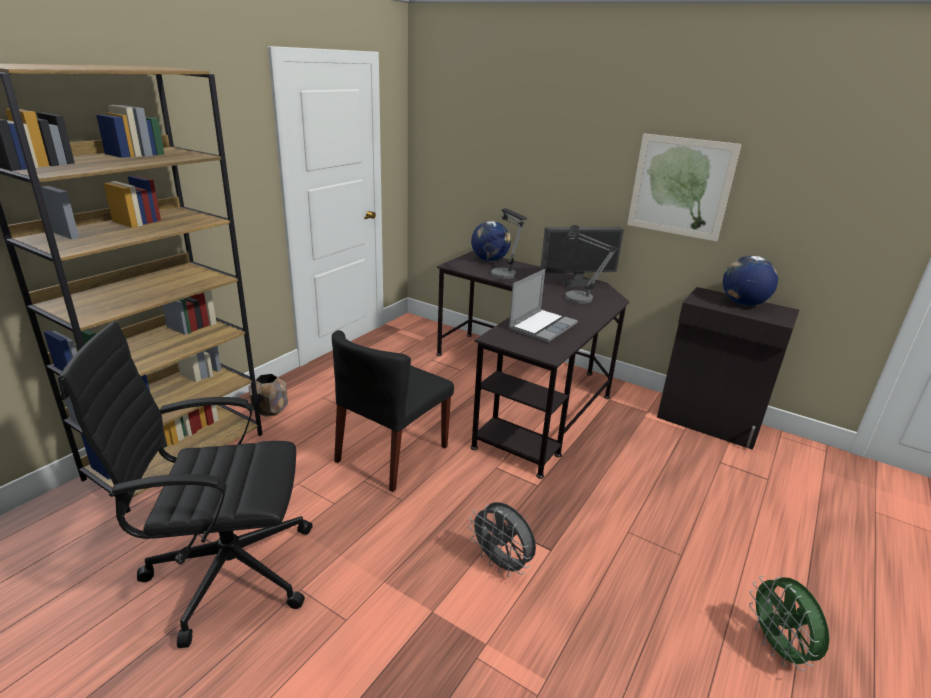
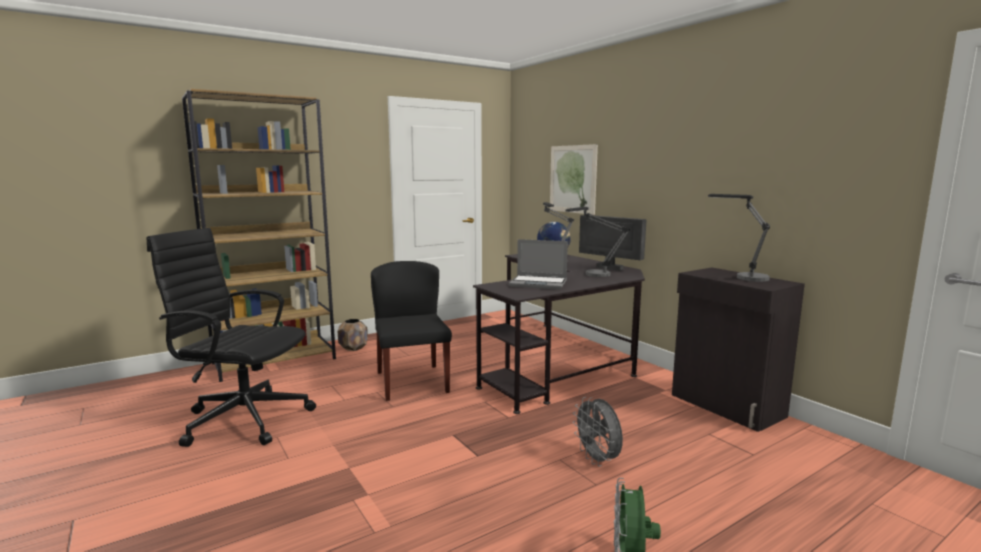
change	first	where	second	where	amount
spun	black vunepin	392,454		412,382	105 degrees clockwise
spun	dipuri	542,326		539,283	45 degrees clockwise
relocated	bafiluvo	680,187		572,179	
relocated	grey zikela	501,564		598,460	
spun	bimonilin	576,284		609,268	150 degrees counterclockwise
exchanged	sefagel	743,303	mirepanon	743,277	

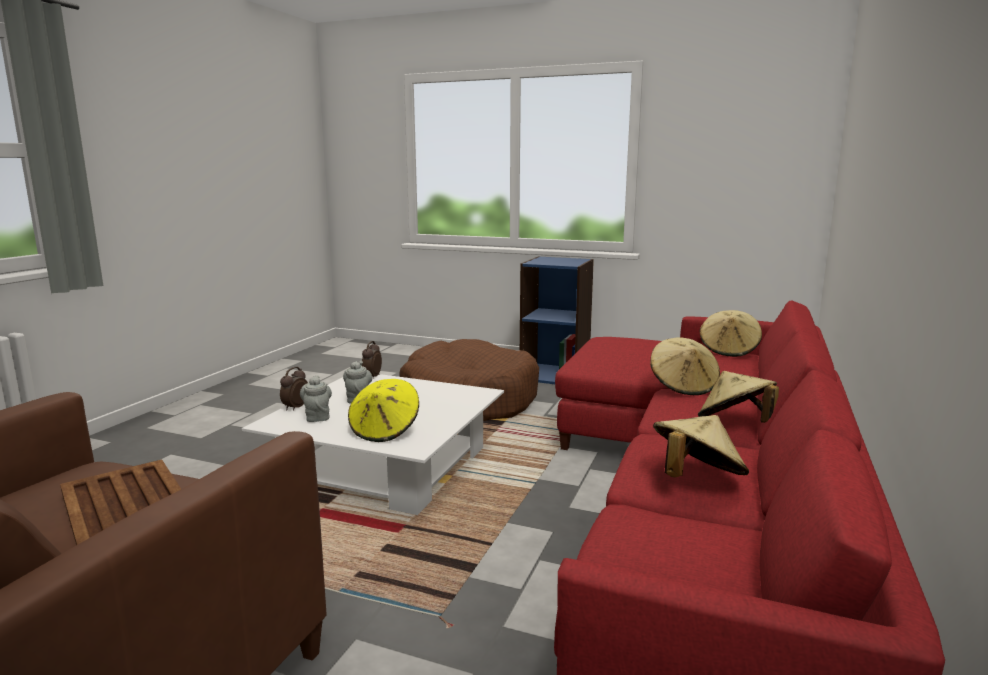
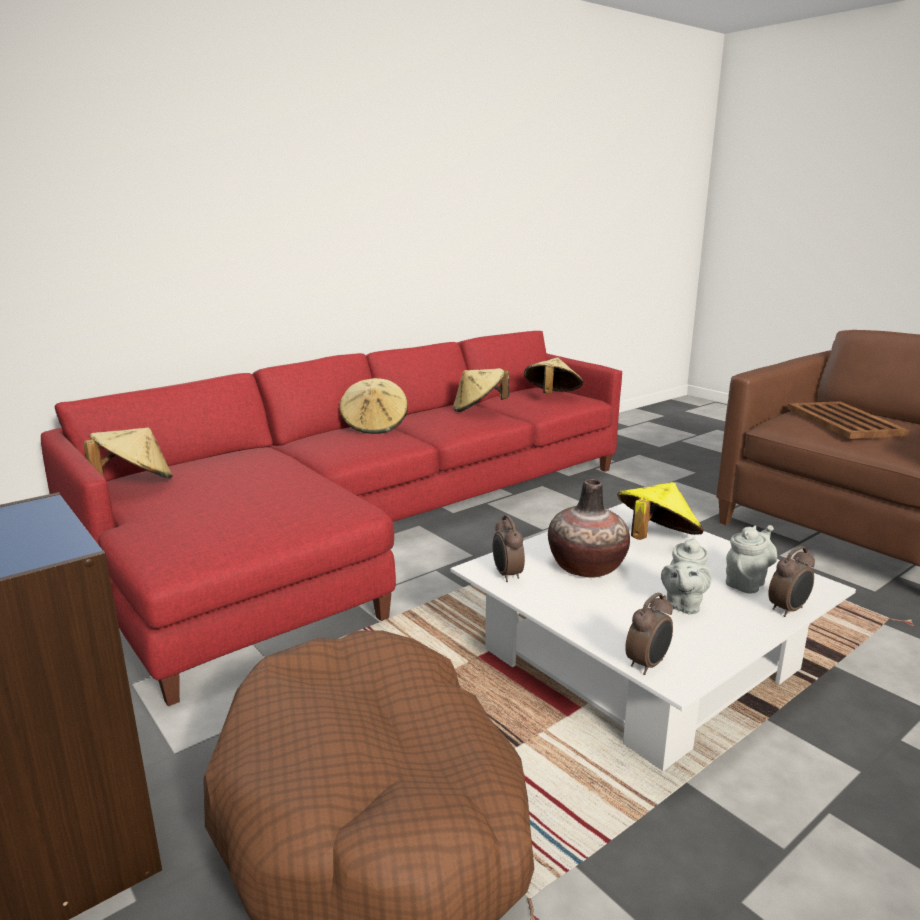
change	first	where	second	where	amount
appeared			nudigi	506,575	
relocated	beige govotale	683,386		551,396	
appeared			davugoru	586,567	
spun	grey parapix	317,416		747,582	150 degrees counterclockwise

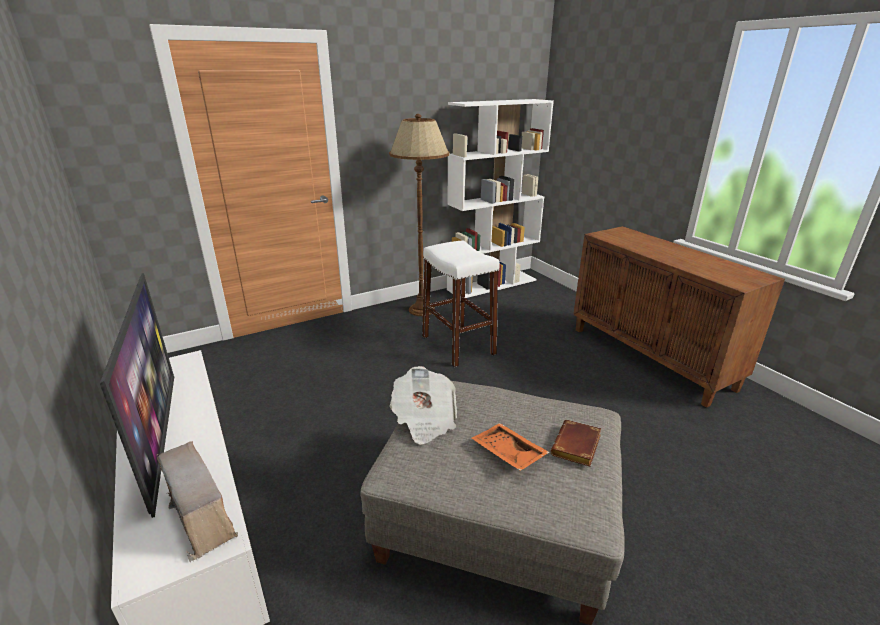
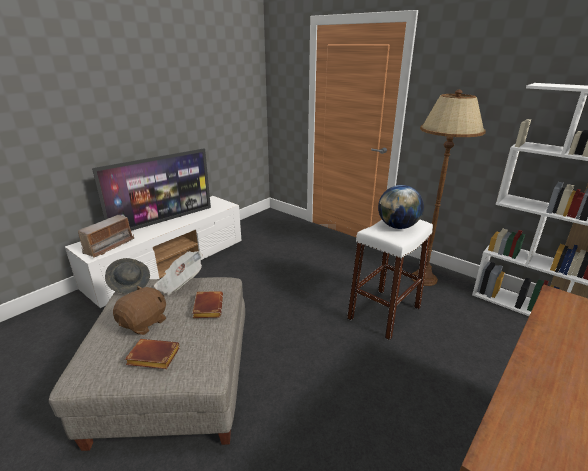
change	first	where	second	where	amount
appeared			grey govotale	130,283	
exchanged	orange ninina	507,453	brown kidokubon	144,323	
appeared			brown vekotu	207,307	
appeared			sefagel	398,226	

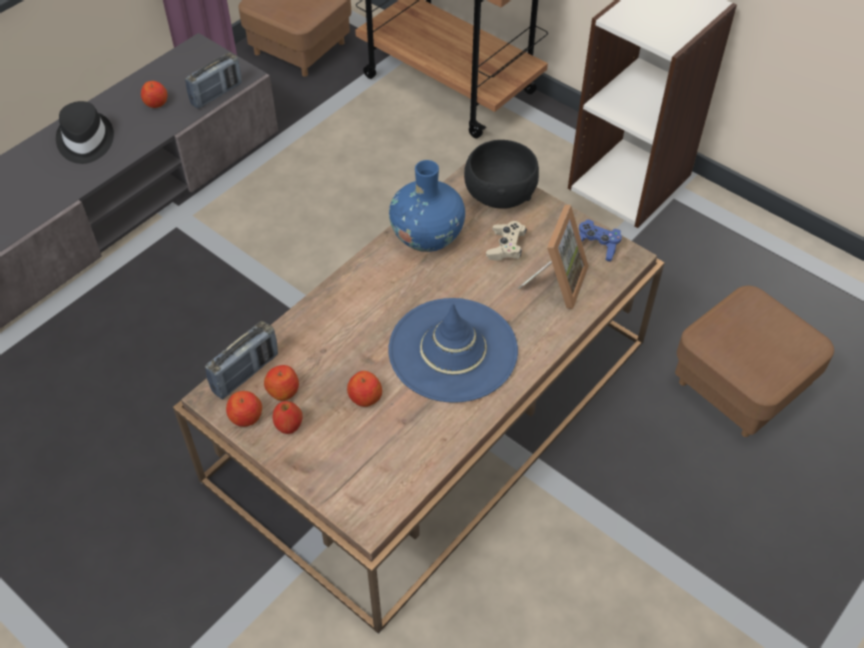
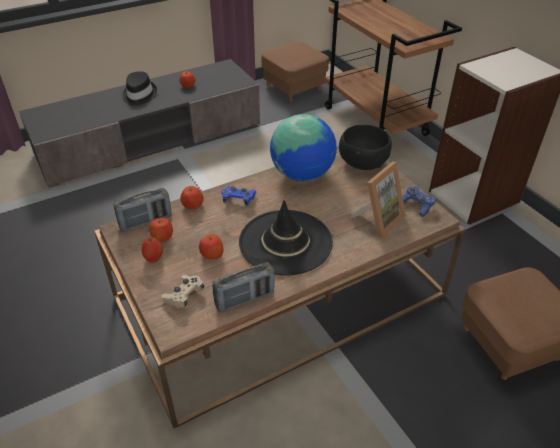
change	first	where	second	where	amount
relocated	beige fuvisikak	506,247		184,296	
relocated	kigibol	246,417		192,205	
relocated	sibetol	216,94		244,299	
appeared			blue fuvisikak	238,200	
colour	blue govotale	453,350	black govotale	285,242	
exchanged	blue davugoru	427,236	sefagel	302,175	

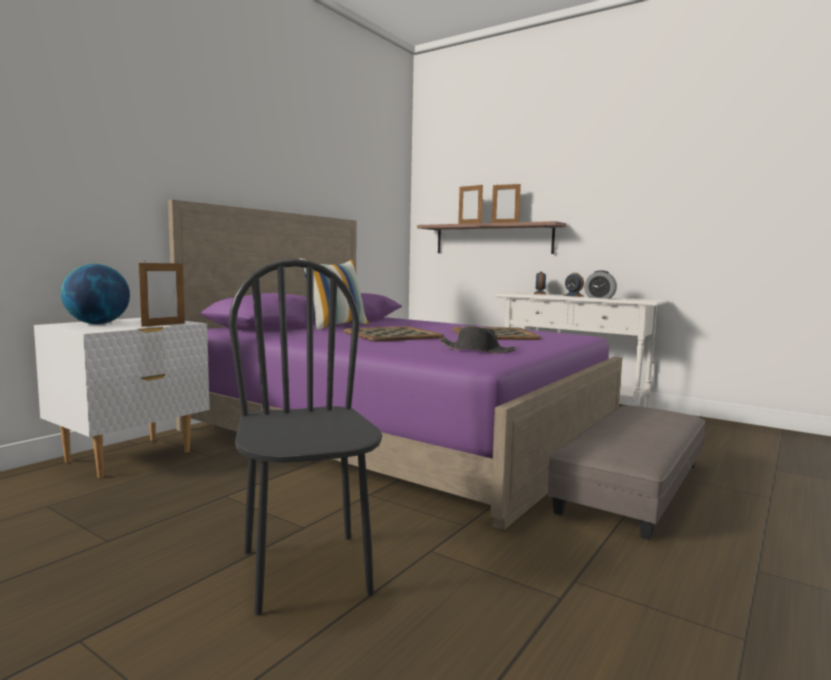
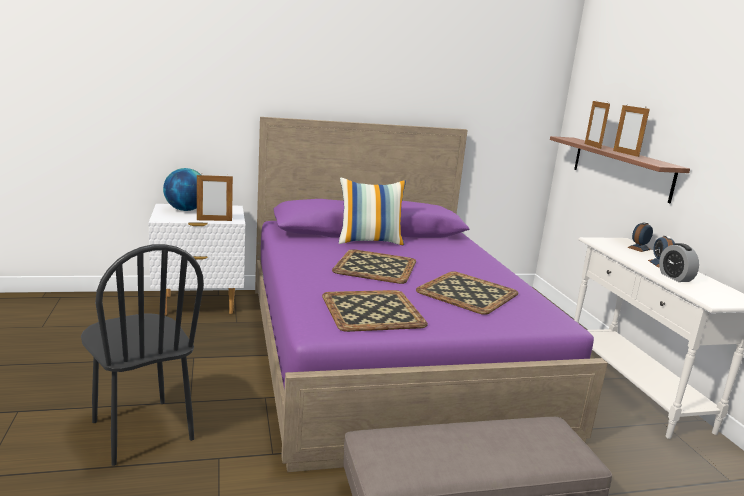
change	first	where	second	where	amount
spun	black vunepin	307,571		141,431	120 degrees clockwise
exchanged	black govotale	477,350	ninina	372,311	

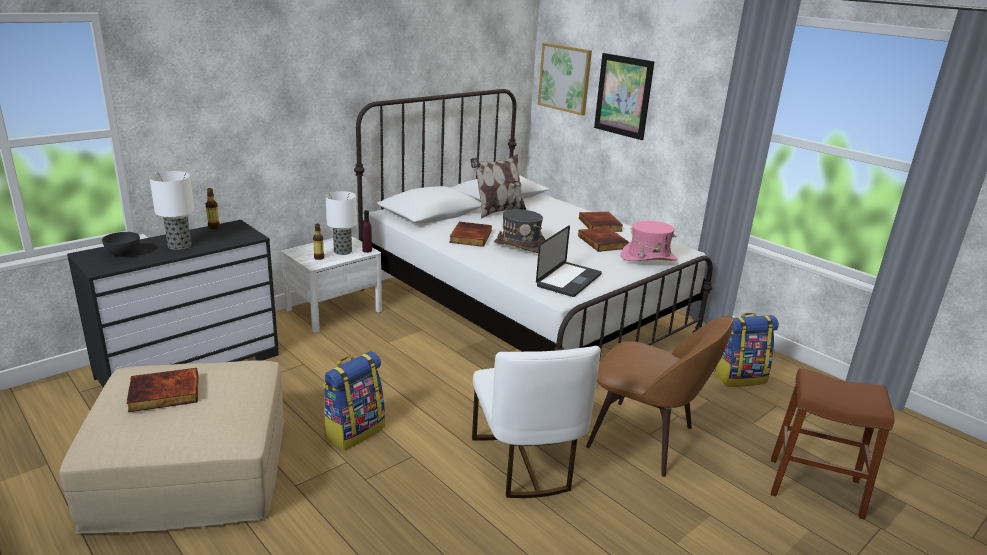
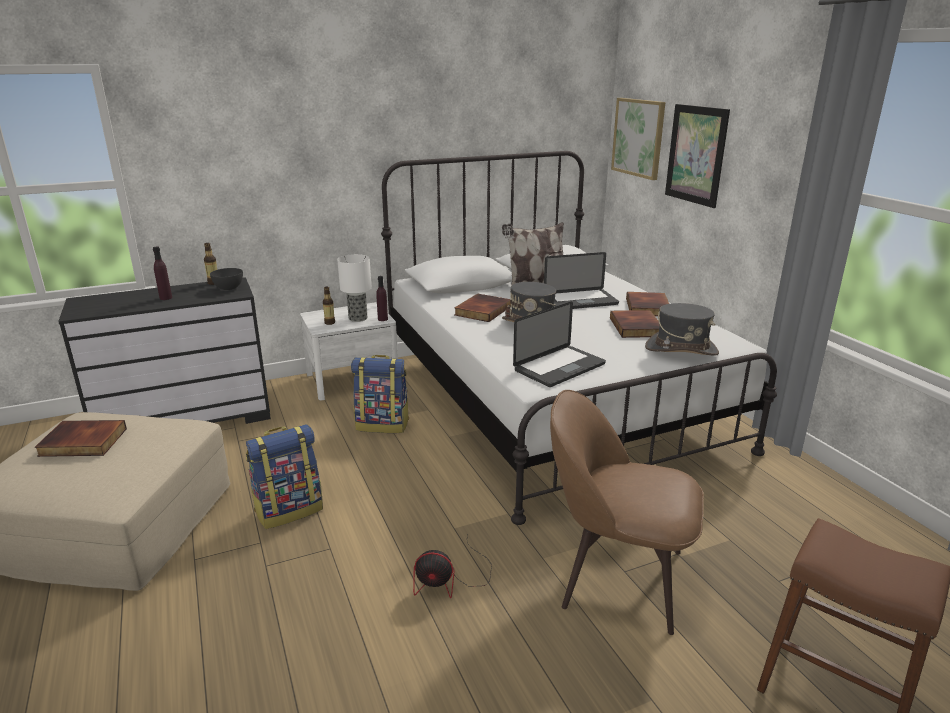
change	first	where	second	where	amount
exchanged	mirepanon	180,246	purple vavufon	166,298	
relocated	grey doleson	123,254		228,288	
relocated	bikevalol	739,377		383,424	
exchanged	white vunepin	526,463	zikela	450,580	
appeared			dipuri	580,301	
spun	brown vunepin	645,439		616,576	150 degrees clockwise
colour	pink govotale	648,258	grey govotale	681,349	

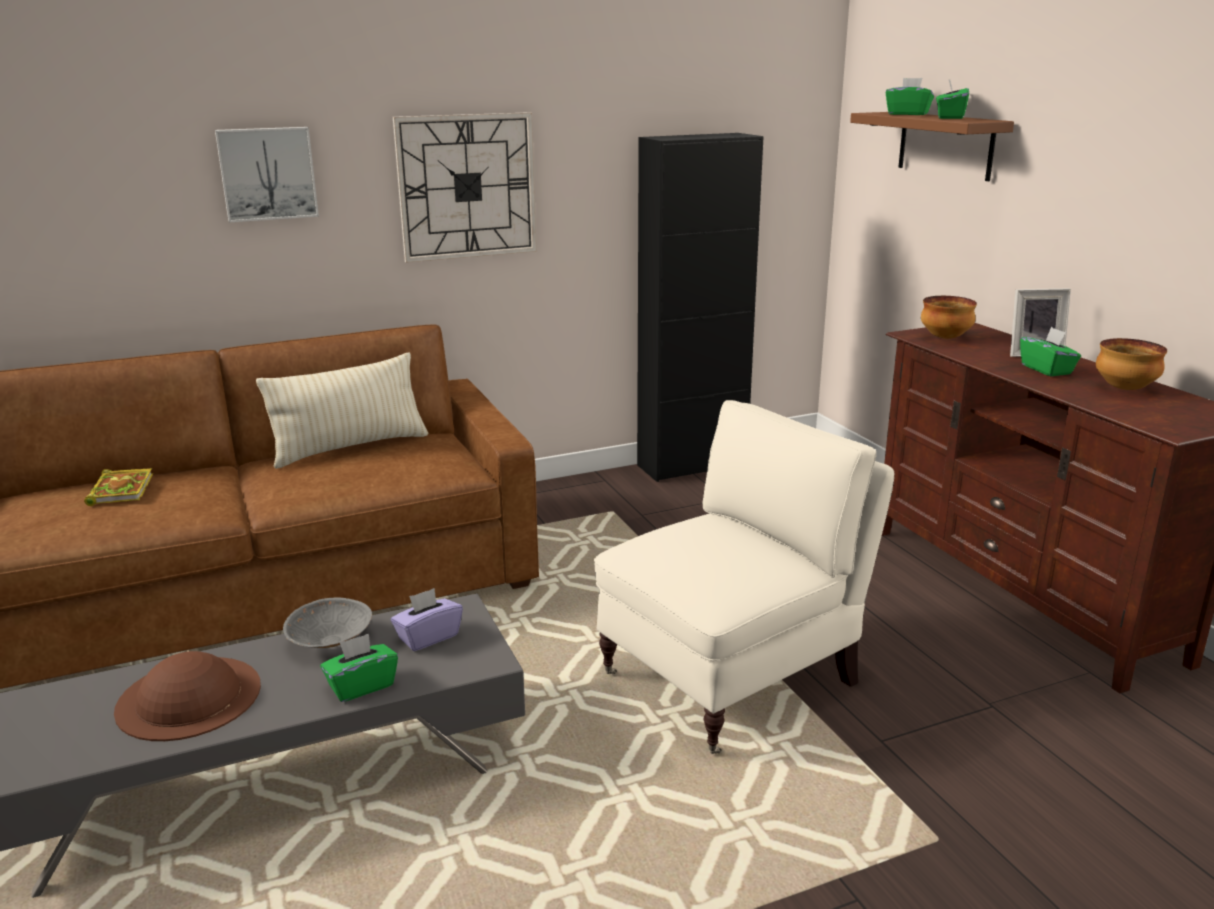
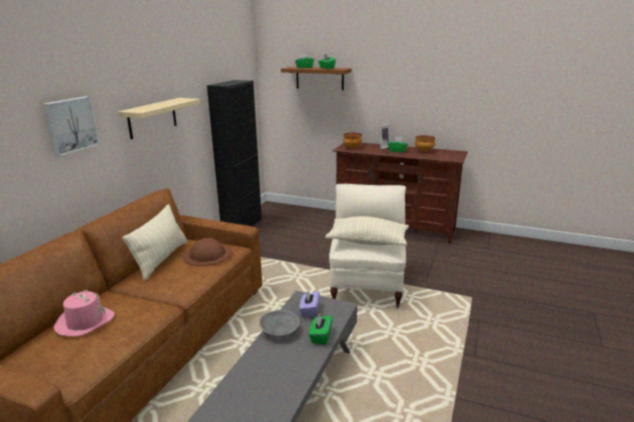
change	first	where	second	where	amount
exchanged	vekotu	121,489	pink govotale	84,322	
exchanged	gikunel	467,187	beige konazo	152,118	
relocated	brown govotale	189,697		207,254	
appeared			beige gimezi	368,242	

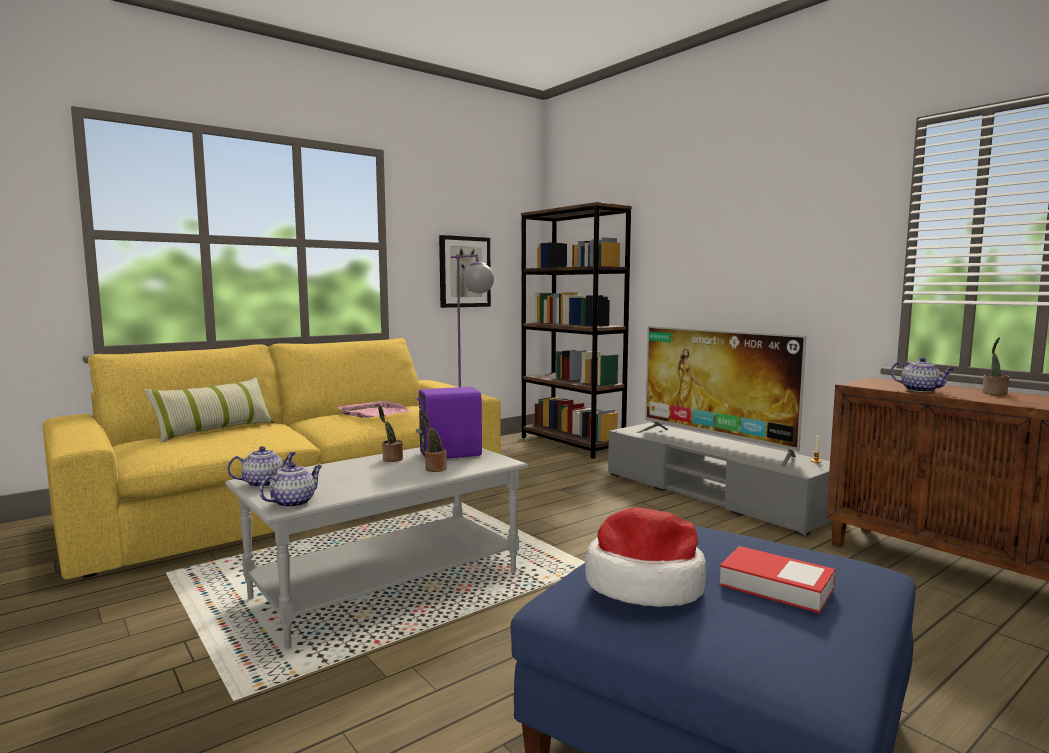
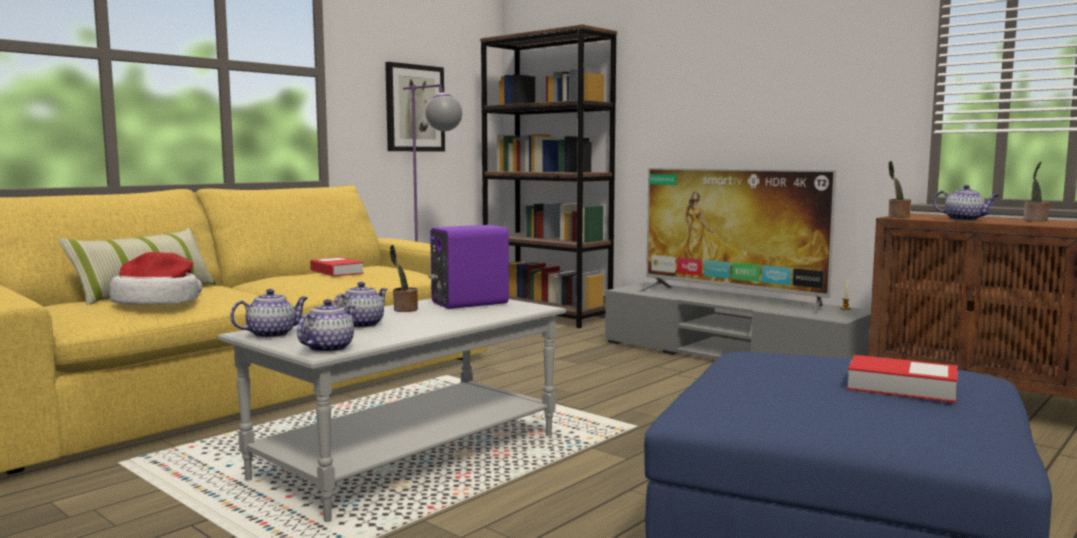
change	first	where	second	where	amount
relocated	govotale	645,584		158,302	
exchanged	pink ninina	374,413	vekotu	336,272	
appeared			parapix	362,325	
relocated	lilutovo	434,469		897,217	

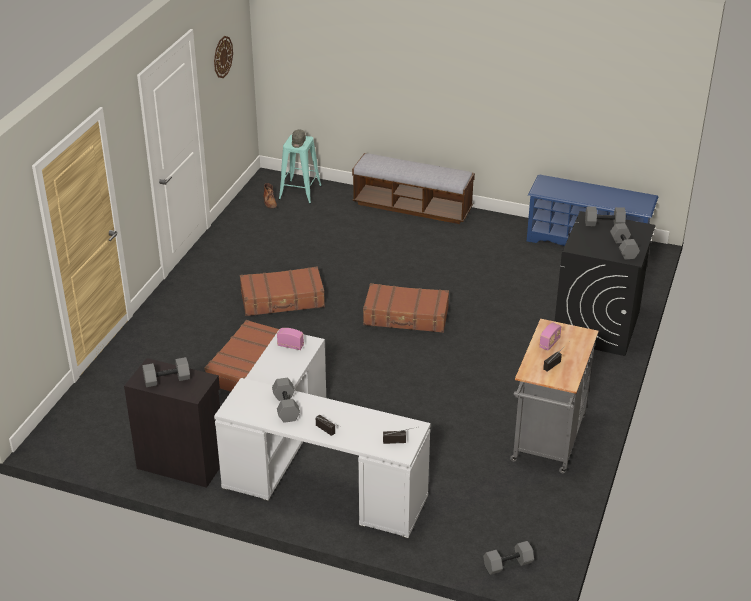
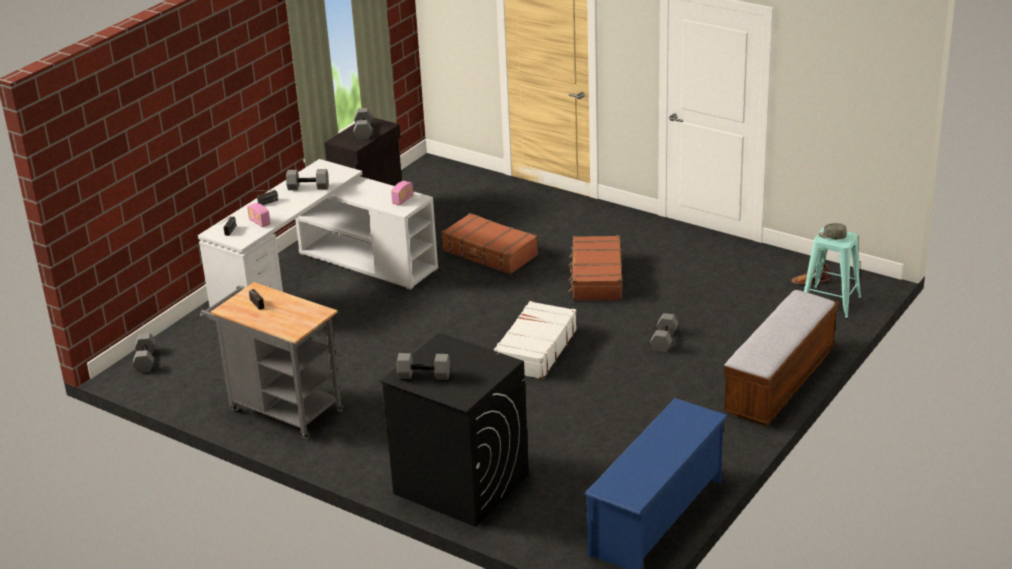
change	first	where	second	where	amount
relocated	sibetol	549,343		259,222	
colour	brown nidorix	406,317	white nidorix	535,350	
relocated	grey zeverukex	604,223		664,341	
missing	gikunel	222,57			

